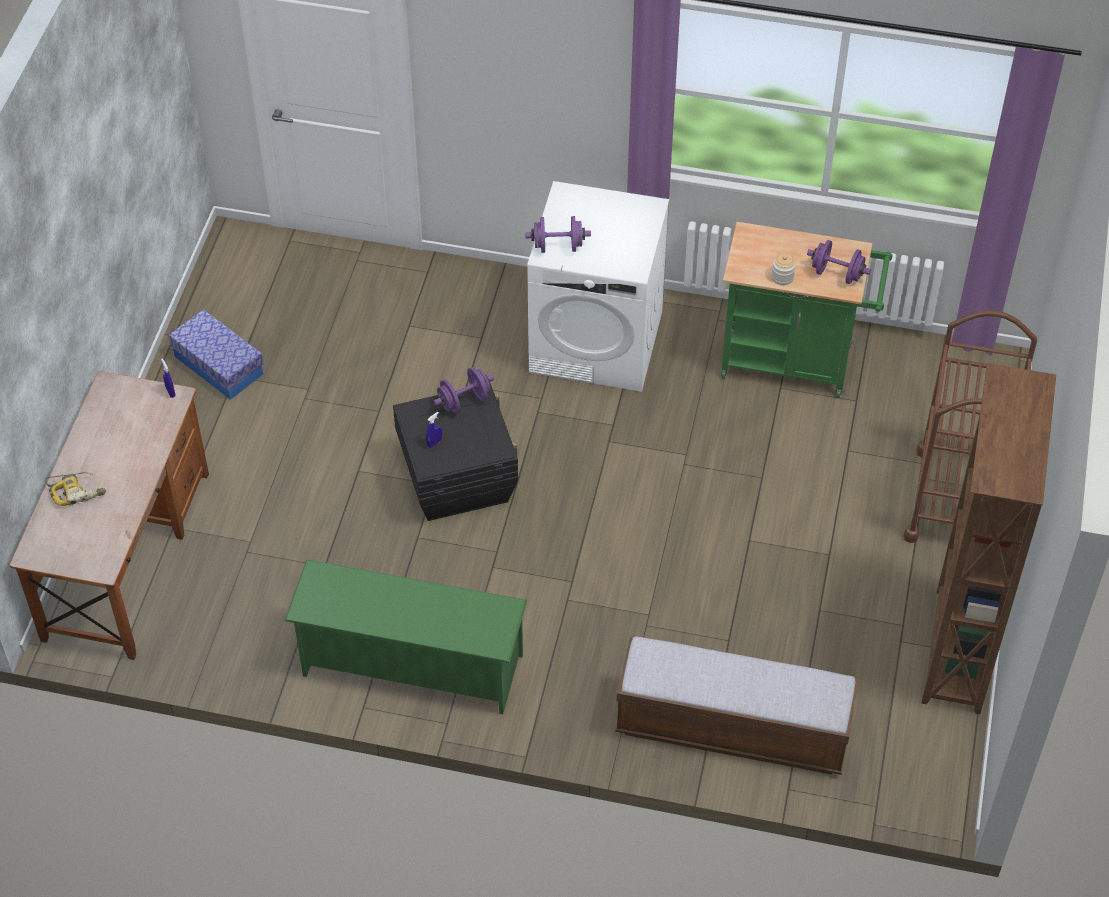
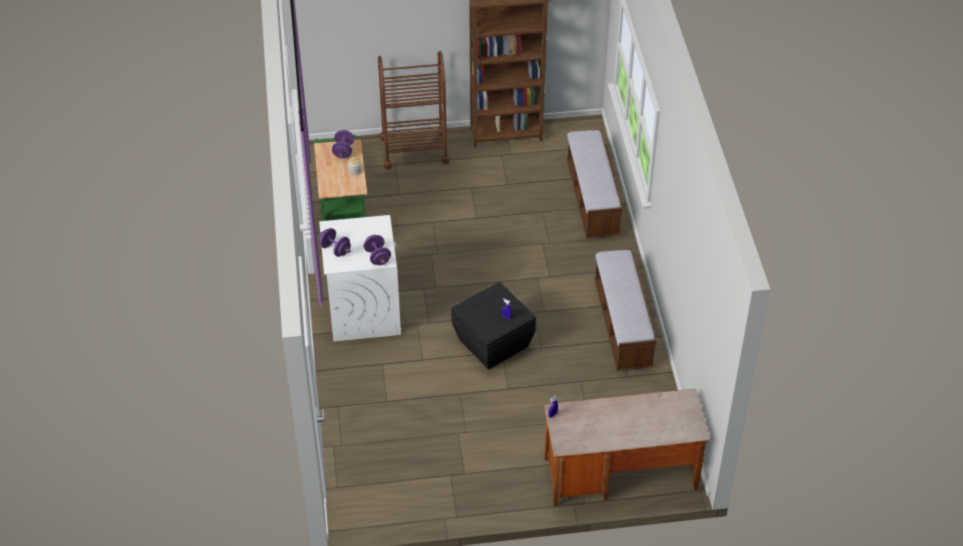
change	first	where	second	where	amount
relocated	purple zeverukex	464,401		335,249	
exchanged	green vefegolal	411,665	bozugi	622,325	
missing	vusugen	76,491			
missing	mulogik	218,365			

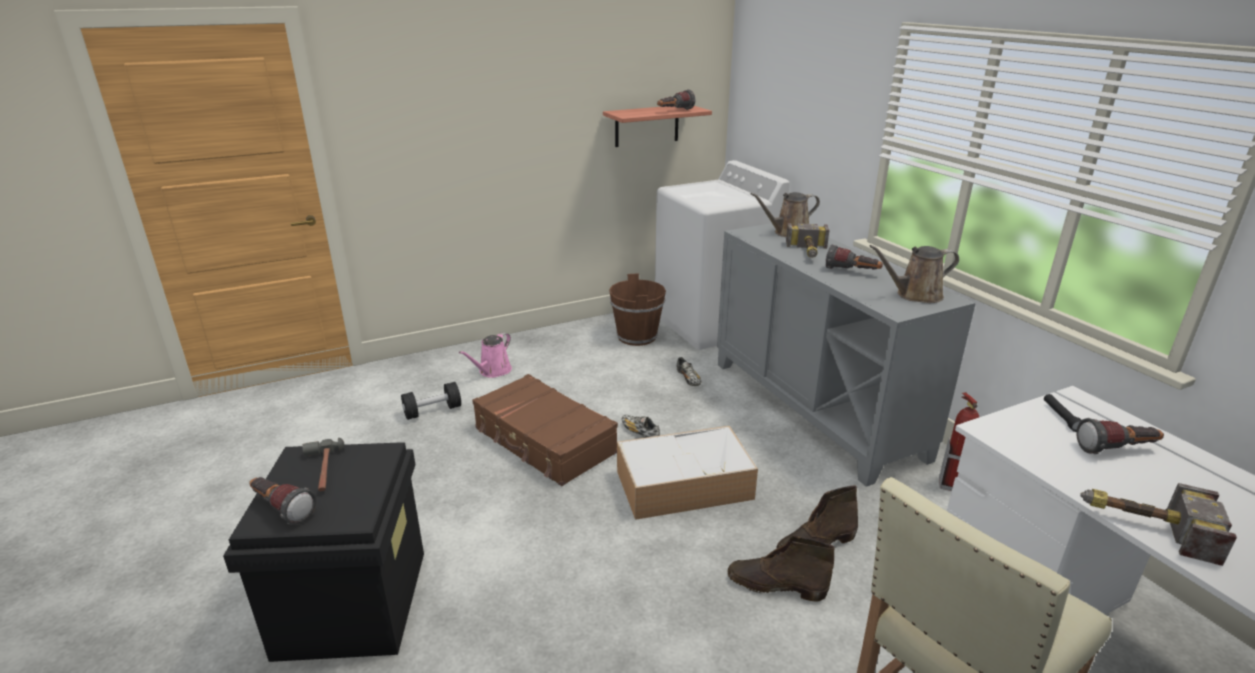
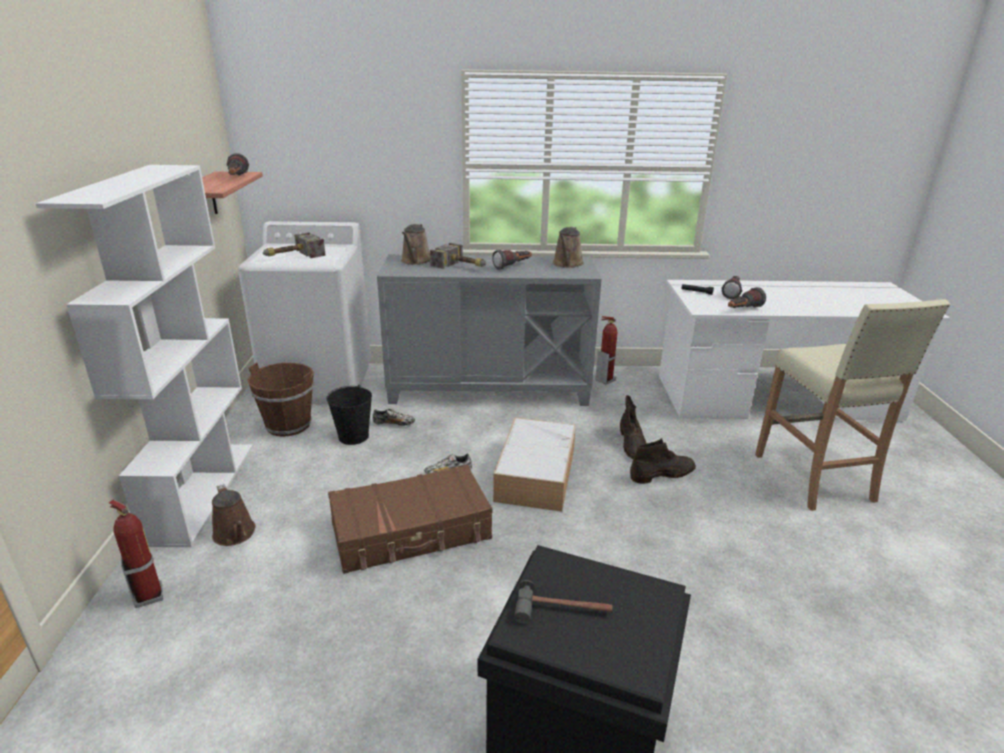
change	first	where	second	where	amount
appeared			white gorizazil	202,490	
appeared			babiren	149,595	
colour	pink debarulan	493,371	brown debarulan	235,534	
relocated	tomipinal	1142,524		291,256	
appeared			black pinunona	354,436	
spun	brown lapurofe	775,585		662,473	150 degrees counterclockwise
relocated	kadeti	281,509		742,310	
missing	black zeverukex	433,411			

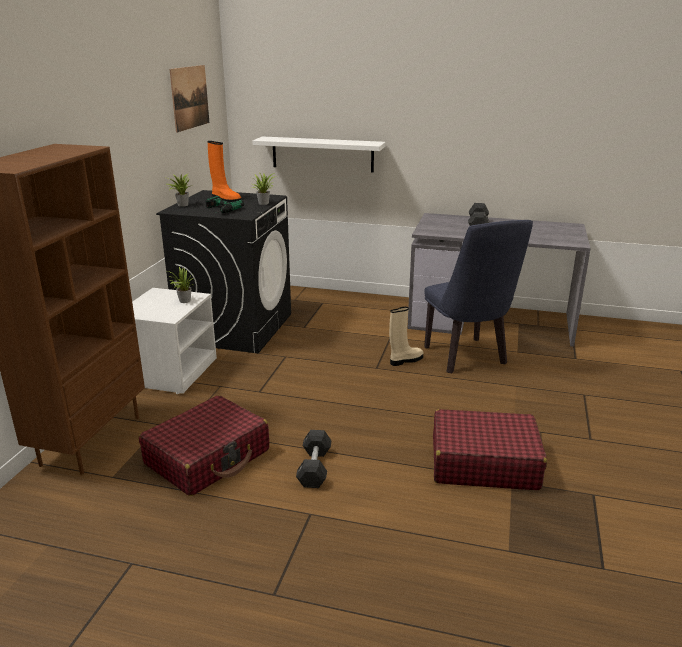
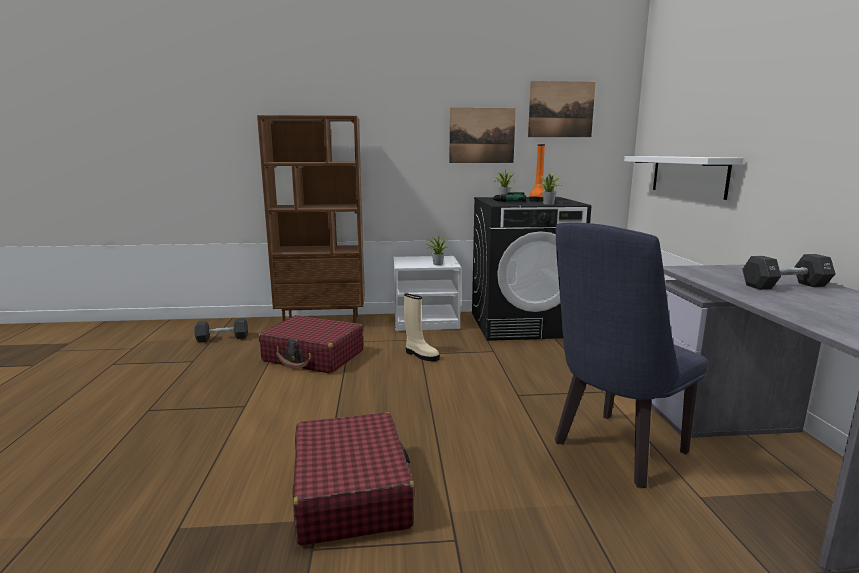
change	first	where	second	where	amount
relocated	black zeverukex	314,468		222,338	
relocated	beige lapurofe	405,360		420,355	
appeared			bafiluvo	482,135	

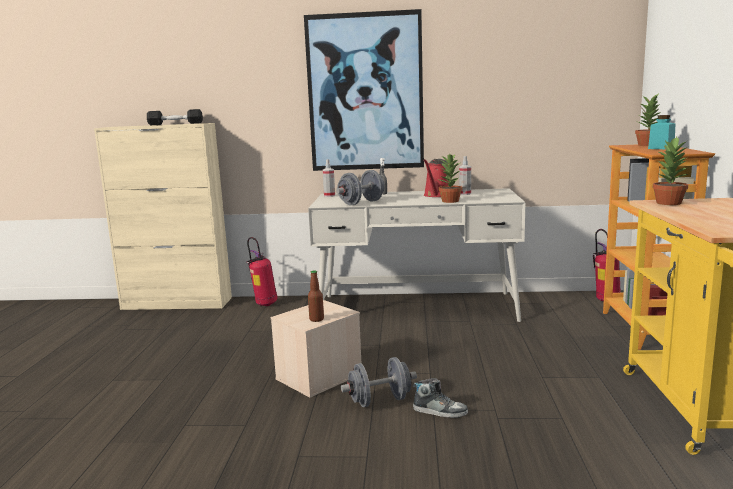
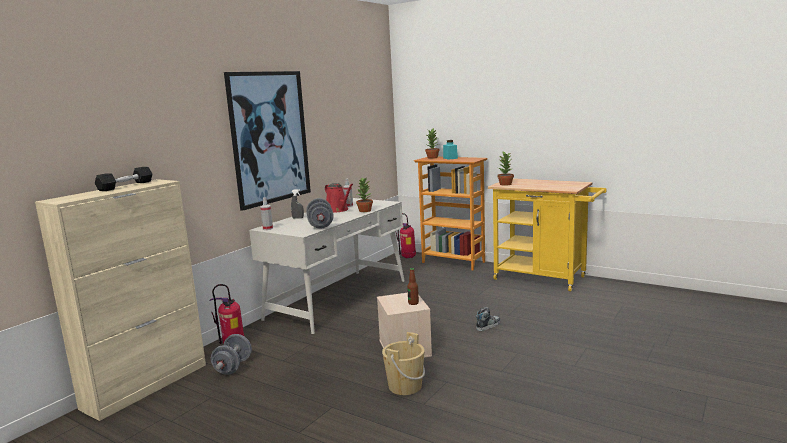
change	first	where	second	where	amount
relocated	grey zeverukex	380,401		233,367	
appeared			beige pinunona	405,386	

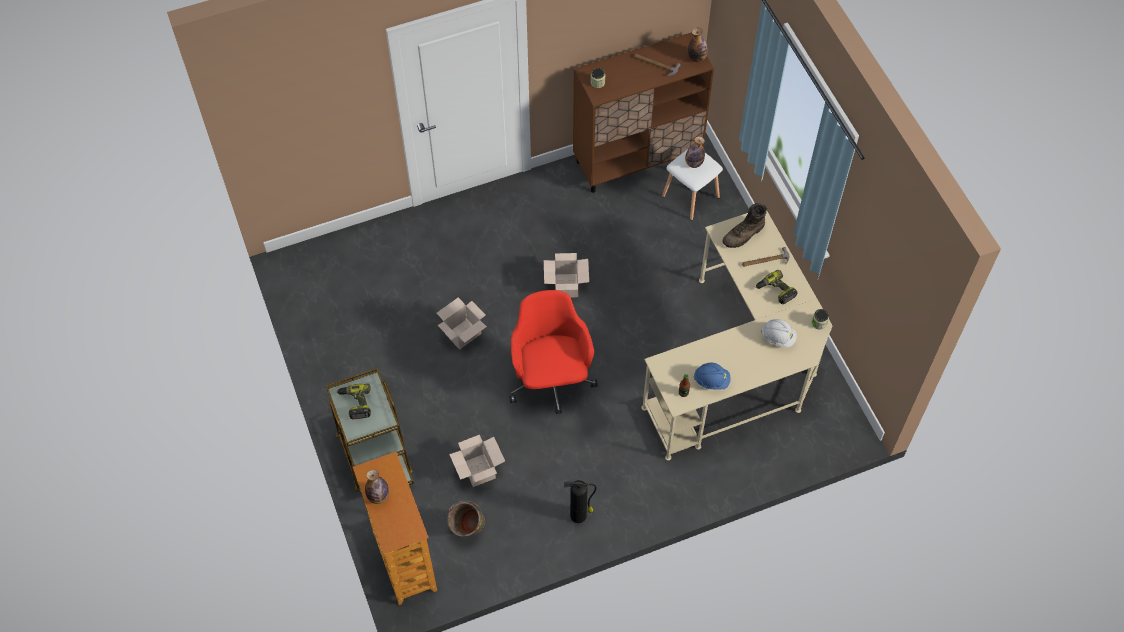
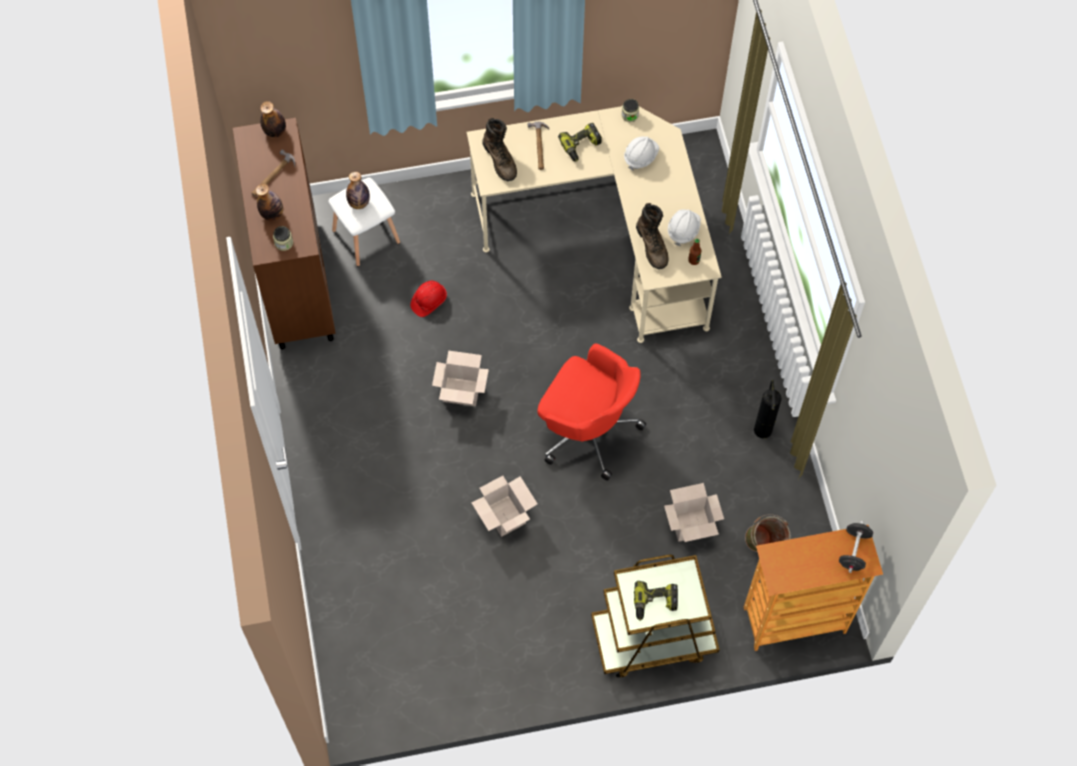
change	first	where	second	where	amount
relocated	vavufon	378,496		272,214	
appeared			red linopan	428,301	
spun	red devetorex	551,380		587,429	150 degrees counterclockwise
appeared			brown lapurofe	652,245	
colour	blue linopan	711,380	white linopan	683,230	
appeared			black zeverukex	853,551	

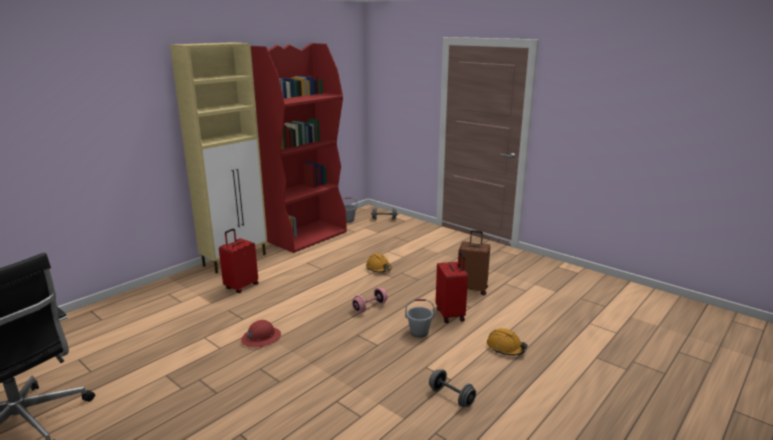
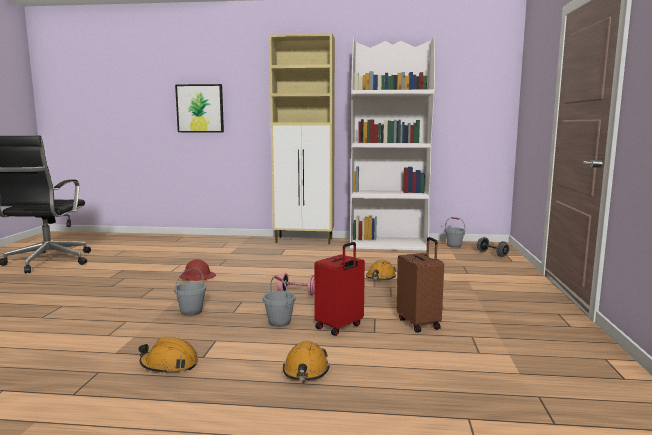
change	first	where	second	where	amount
exchanged	grey zeverukex	451,397	orange linopan	169,365	
appeared			grey pinunona	191,311	
appeared			bafiluvo	200,108	
colour	red gorizazil	307,236	white gorizazil	389,244	
missing	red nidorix	241,286			

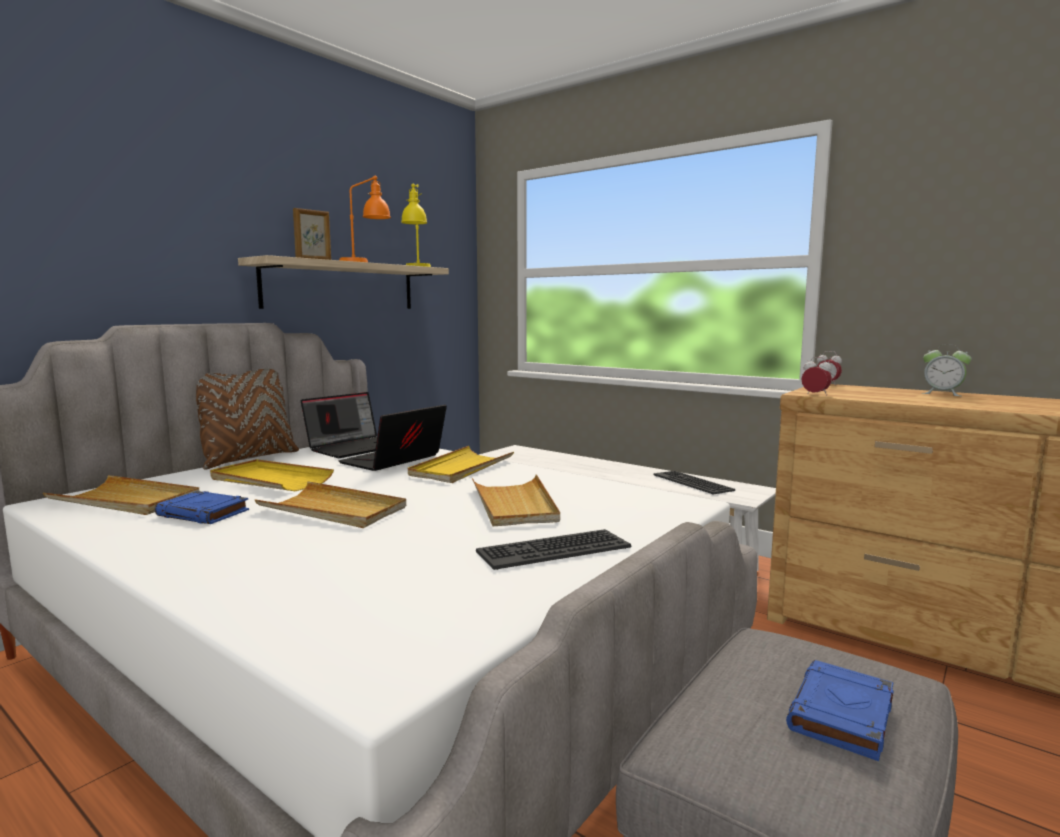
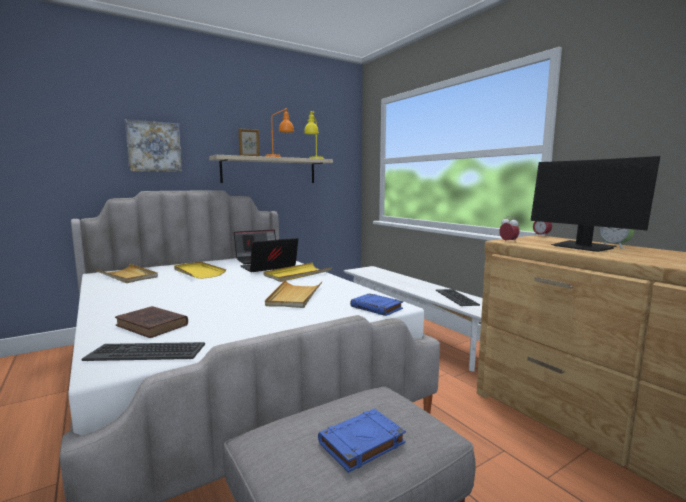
change	first	where	second	where	amount
relocated	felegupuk	553,549		147,352	
appeared			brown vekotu	153,326	
appeared			bafiluvo	154,147	
relocated	blue vekotu	204,513		377,308	
appeared			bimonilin	583,247	
missing	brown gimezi	248,459			
missing	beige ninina	333,510			

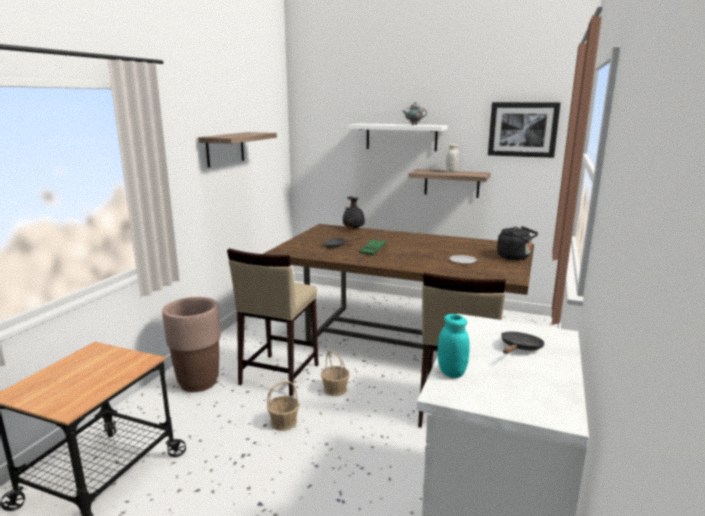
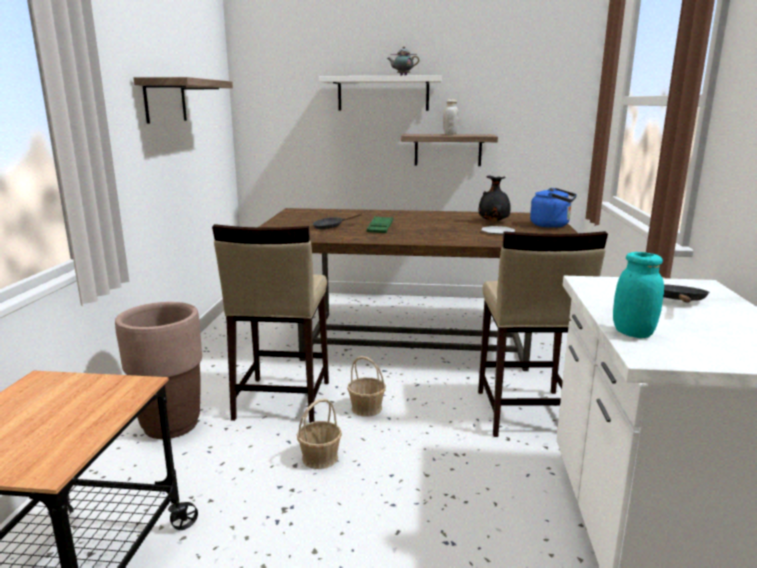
change	first	where	second	where	amount
relocated	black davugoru	354,229		494,222	
colour	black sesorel	515,257	blue sesorel	552,225	
missing	bafiluvo	522,129			

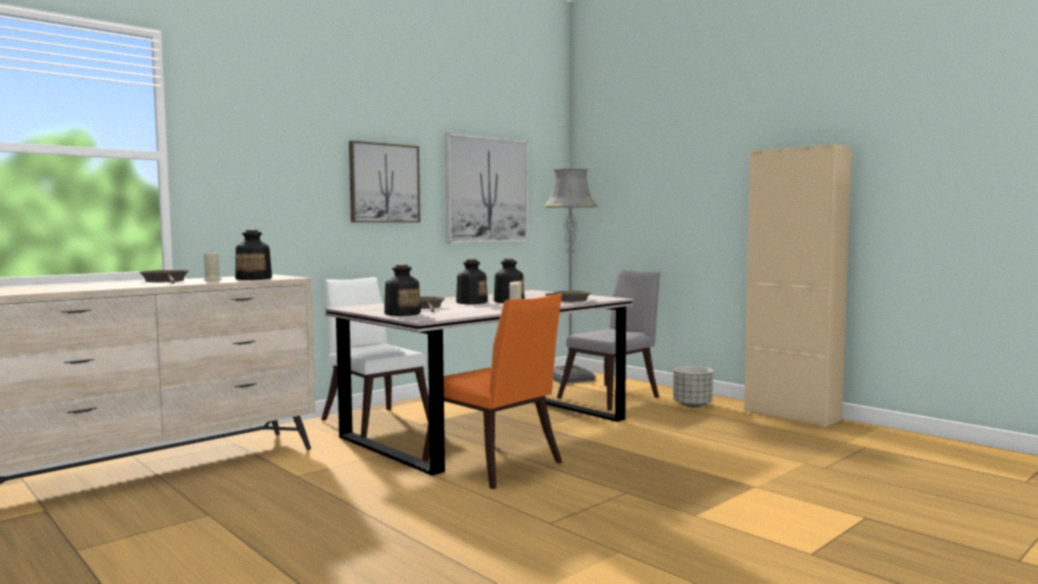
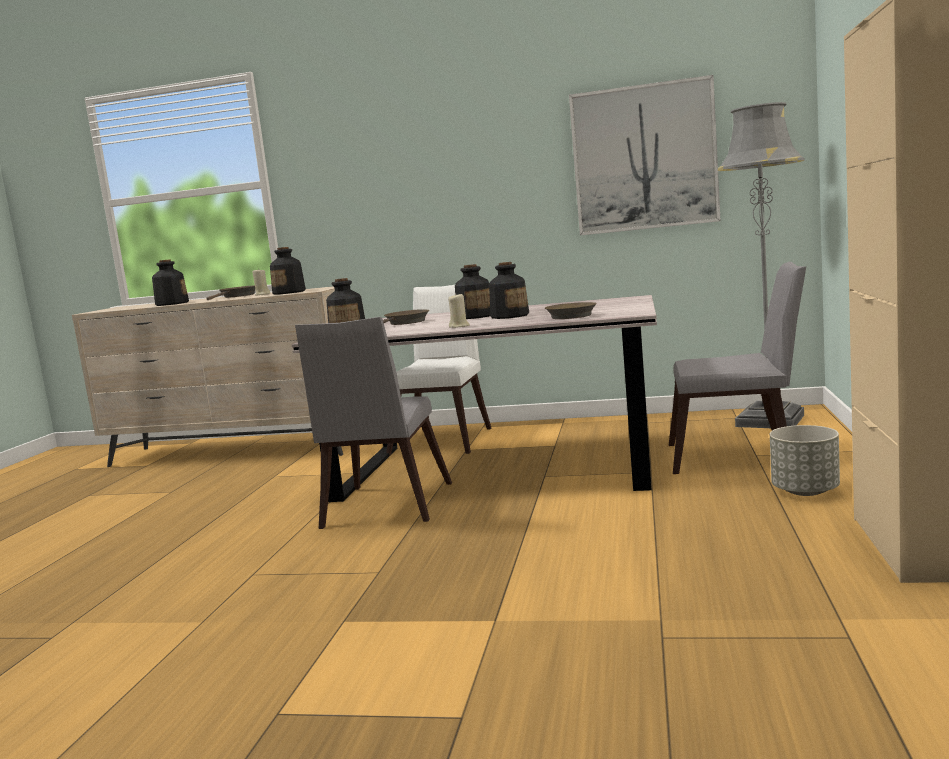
change	first	where	second	where	amount
appeared			vavufon	171,304	
colour	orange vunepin	496,466	grey vunepin	384,508	
missing	bafiluvo	384,183			

